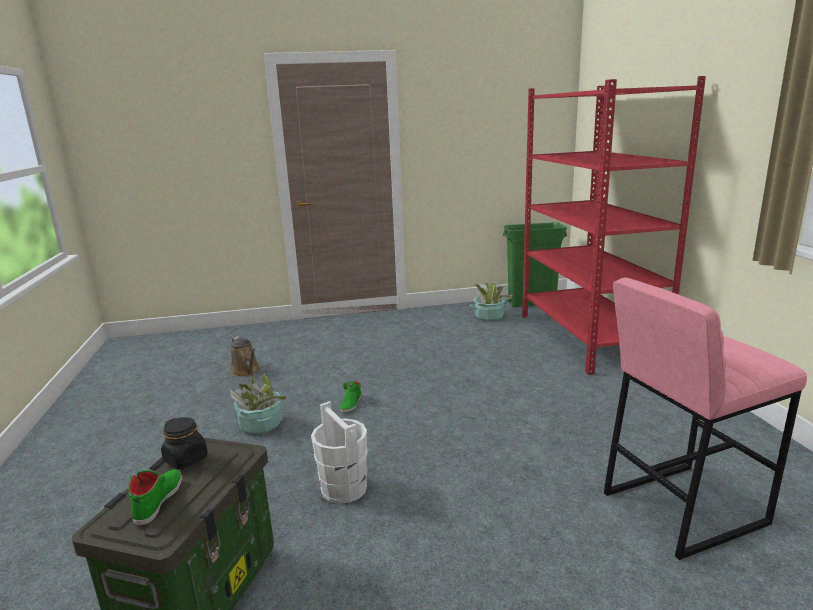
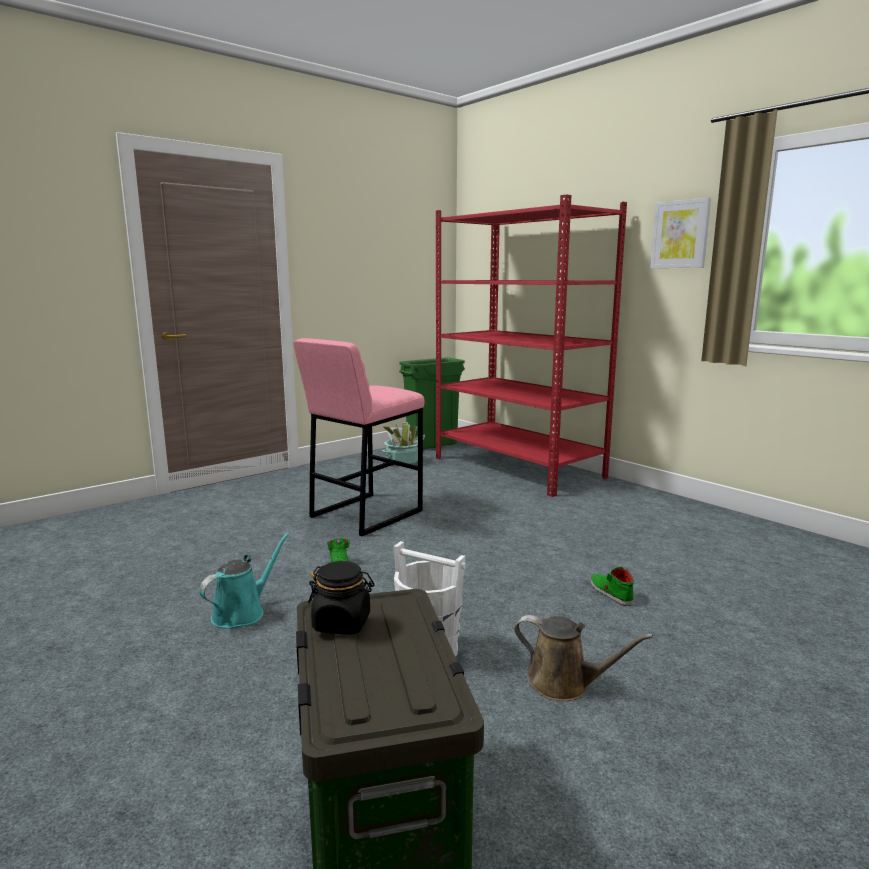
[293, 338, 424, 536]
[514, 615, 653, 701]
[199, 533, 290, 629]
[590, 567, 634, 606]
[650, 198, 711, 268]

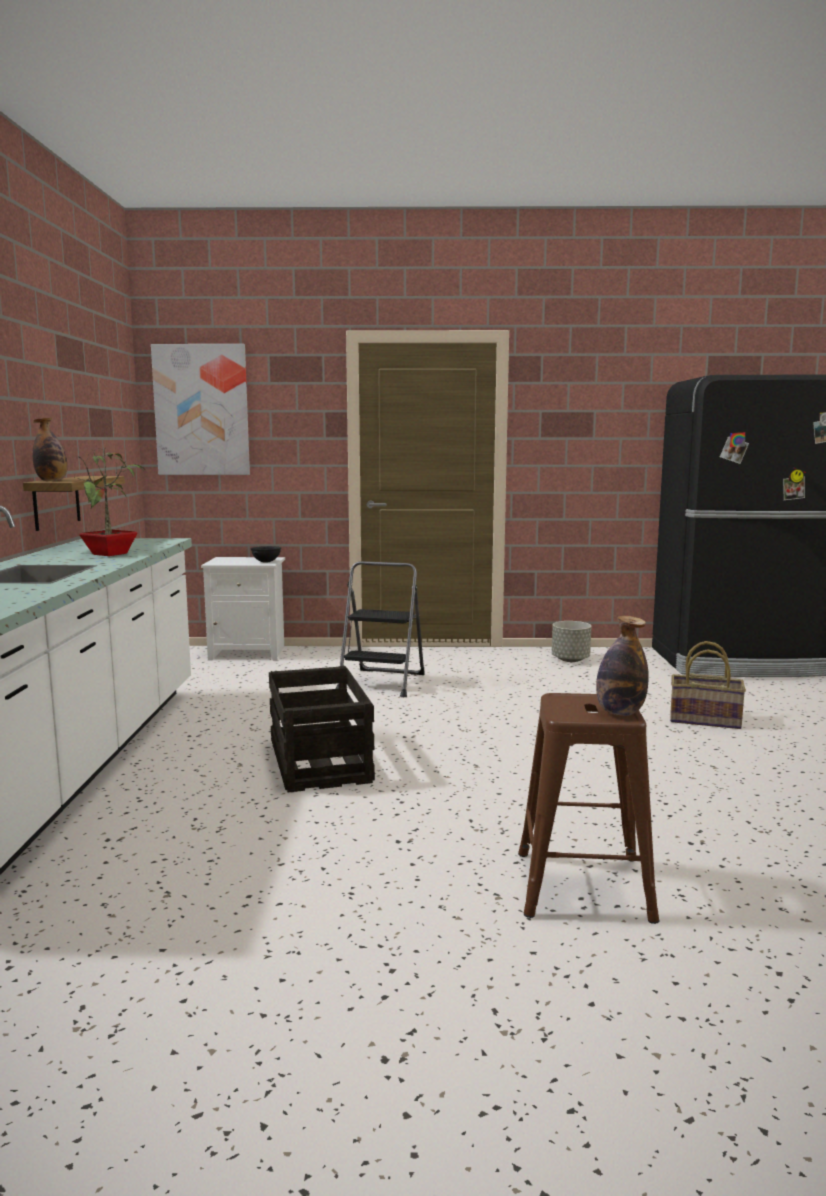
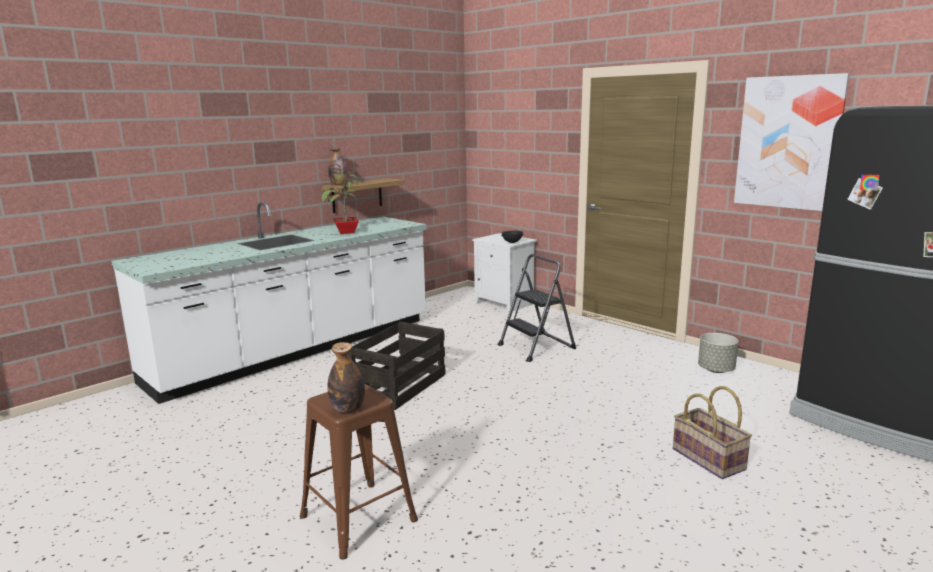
[734, 73, 849, 211]

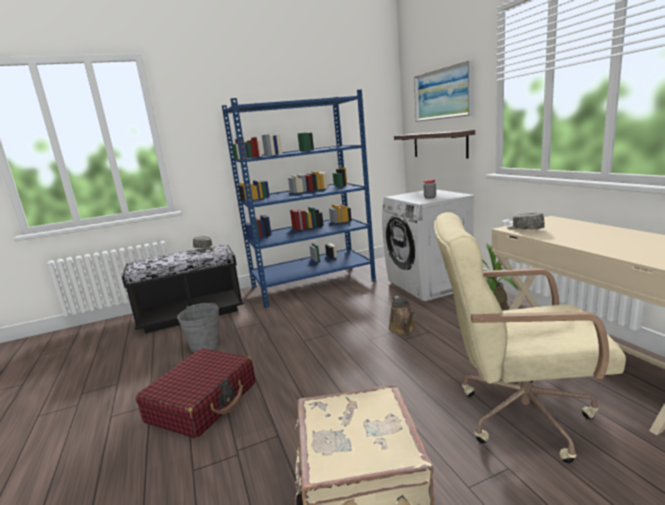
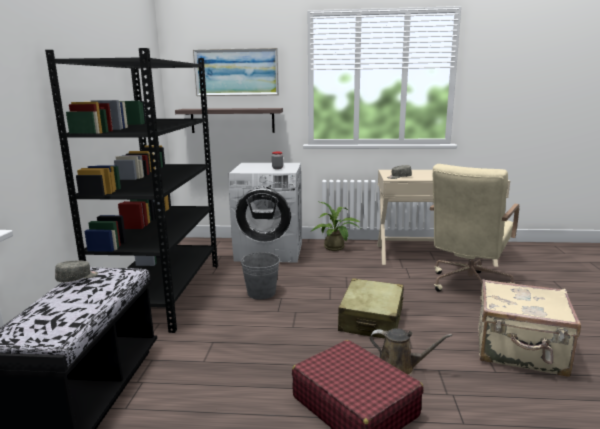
[45, 48, 218, 333]
[370, 328, 452, 375]
[241, 252, 280, 300]
[338, 278, 404, 339]

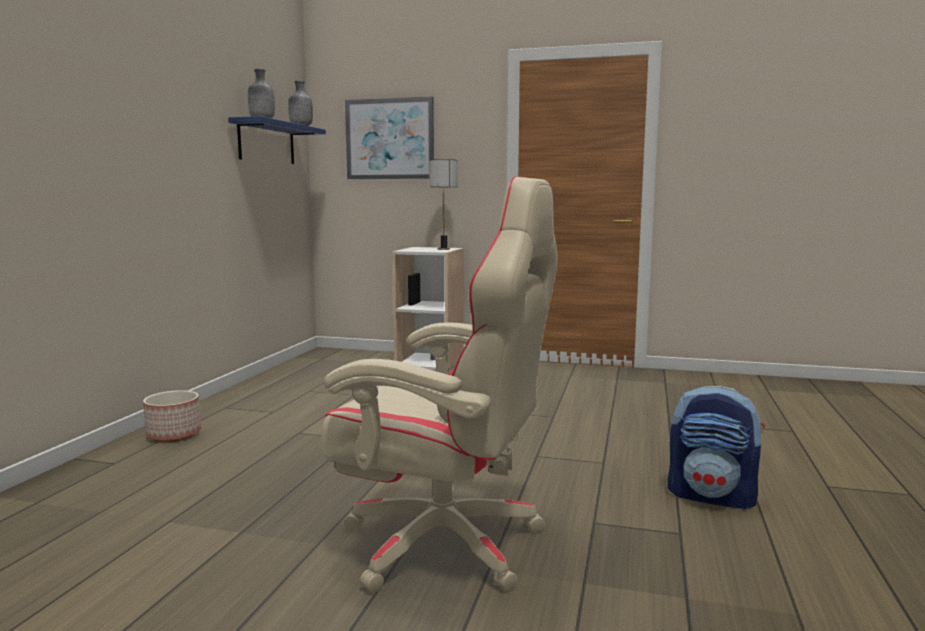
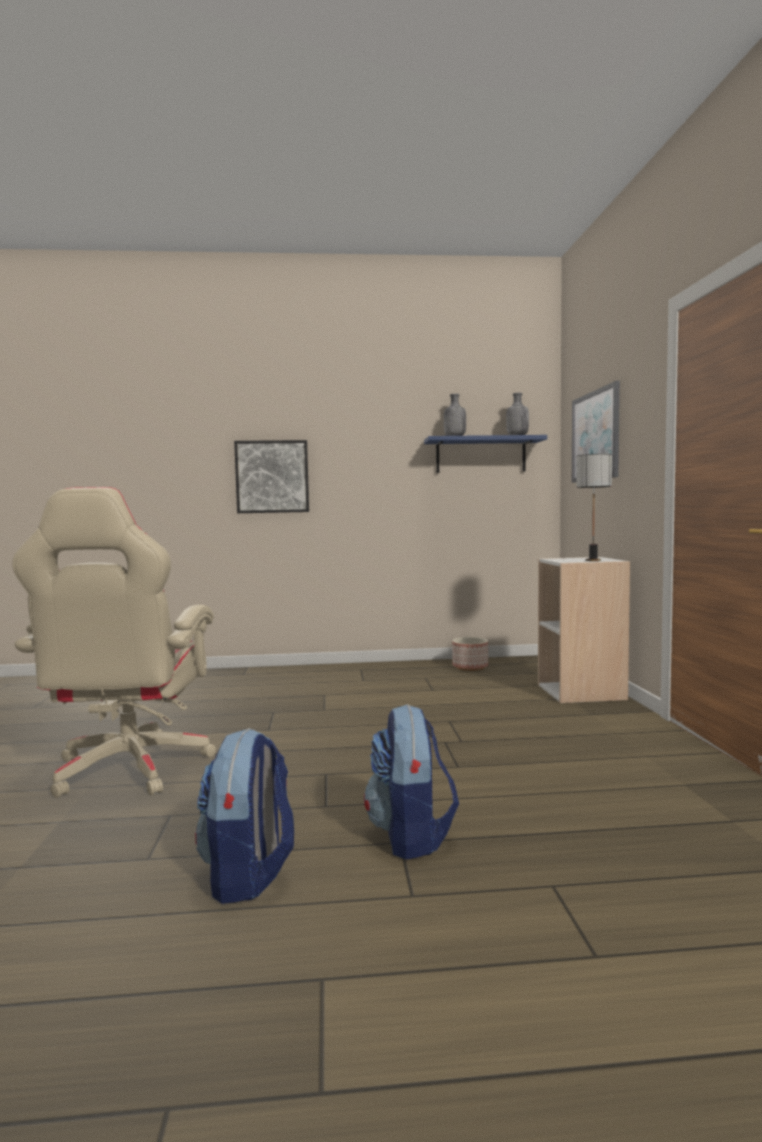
[452, 637, 488, 671]
[234, 440, 309, 513]
[364, 704, 459, 860]

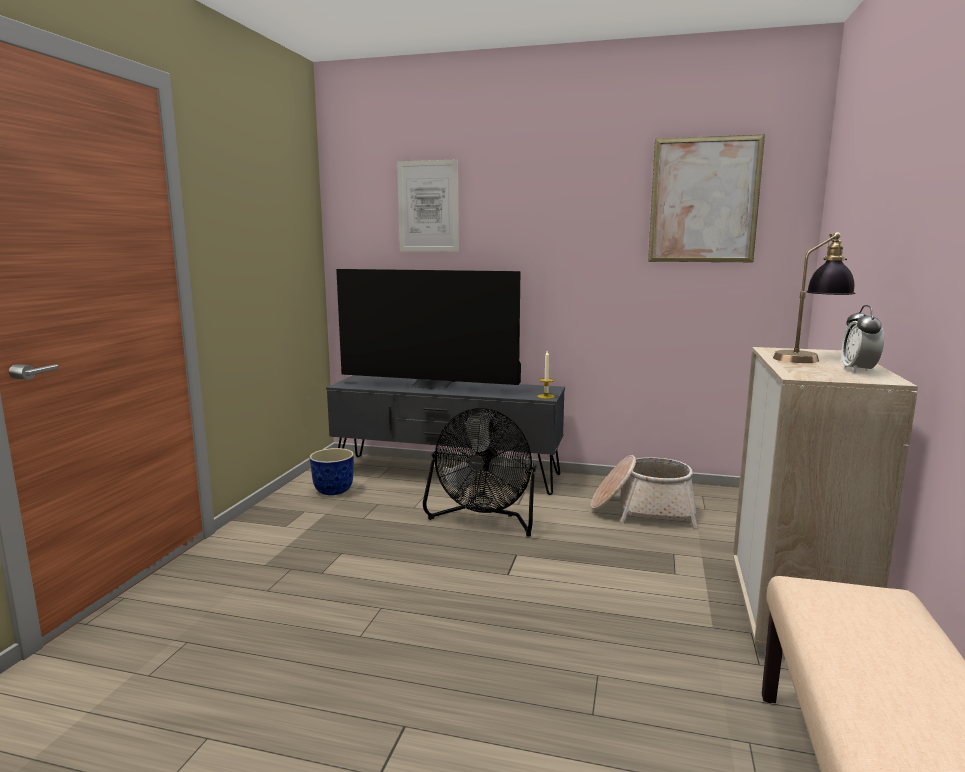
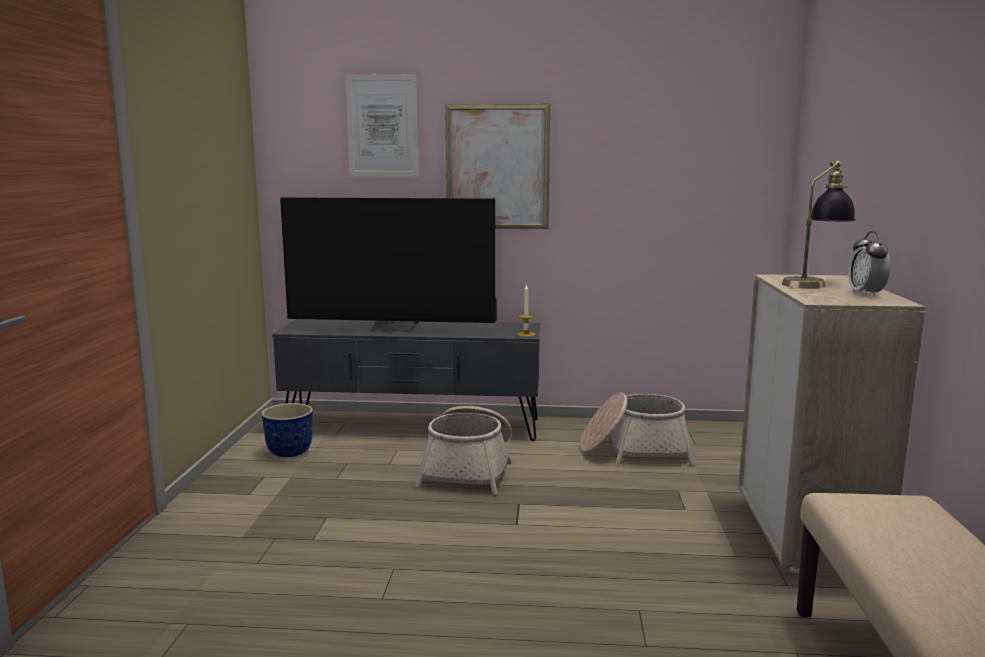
[445, 104, 550, 229]
[415, 406, 512, 494]

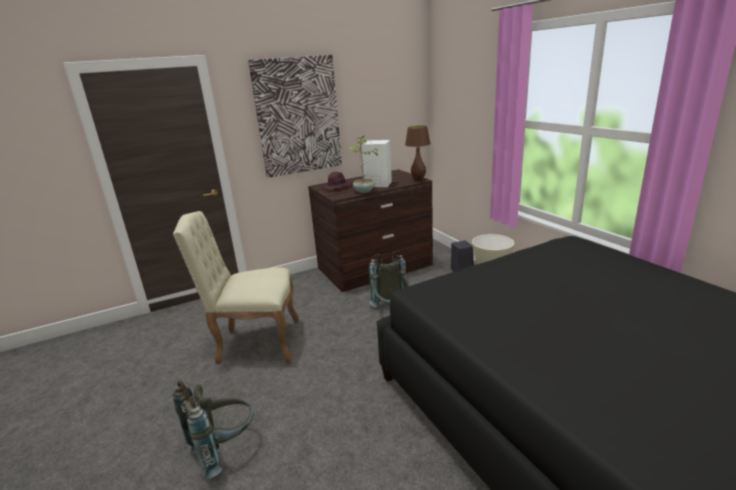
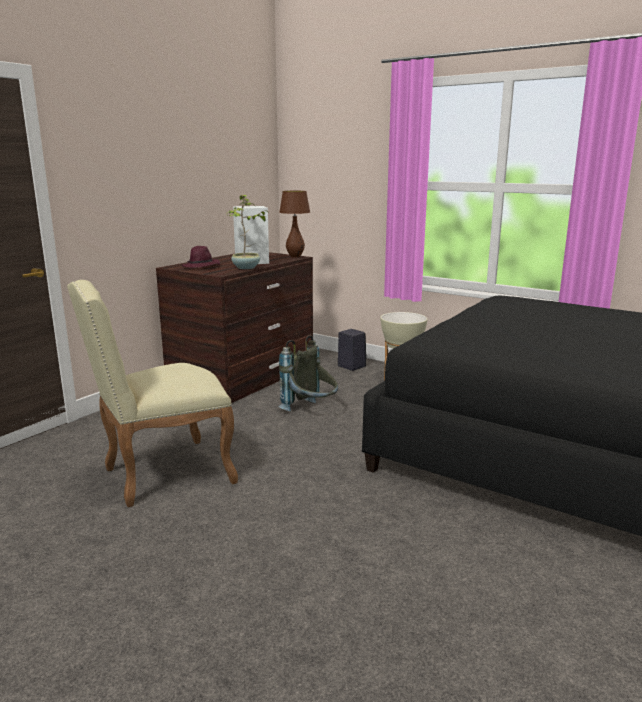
[248, 55, 342, 178] (first image)
[173, 381, 254, 479] (first image)

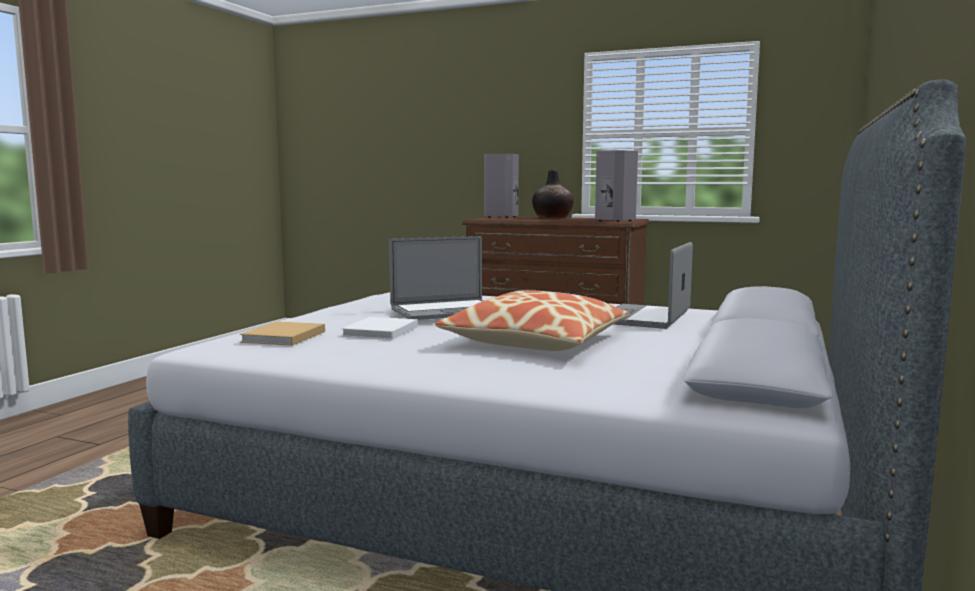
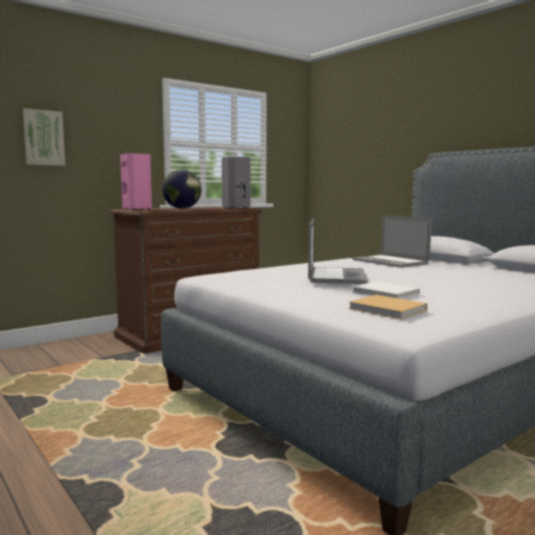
[120, 153, 152, 210]
[162, 169, 201, 209]
[435, 290, 629, 351] (first image)
[23, 108, 65, 166]

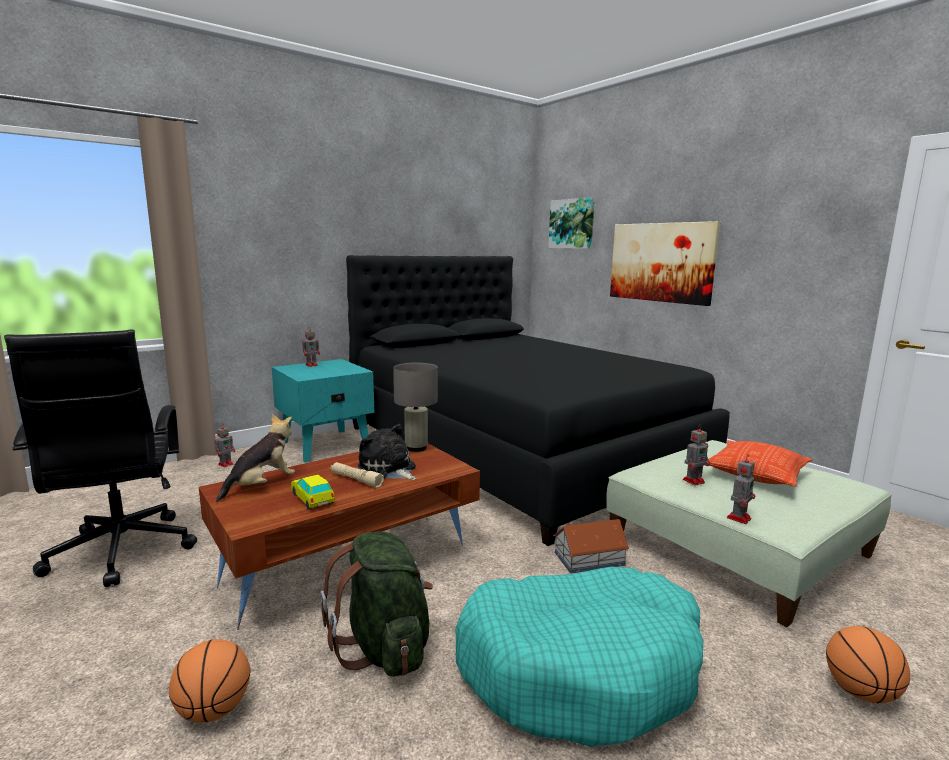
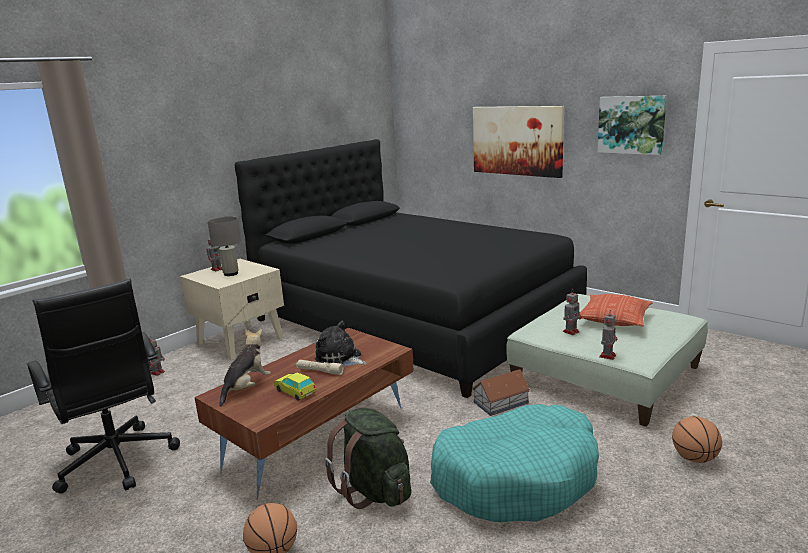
[597, 96, 667, 155]
[180, 259, 284, 360]
[208, 216, 241, 276]

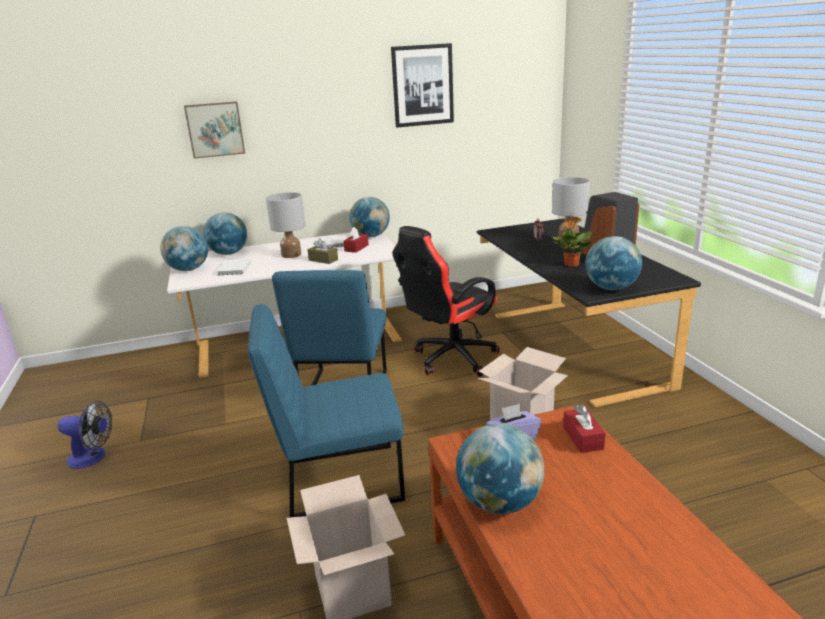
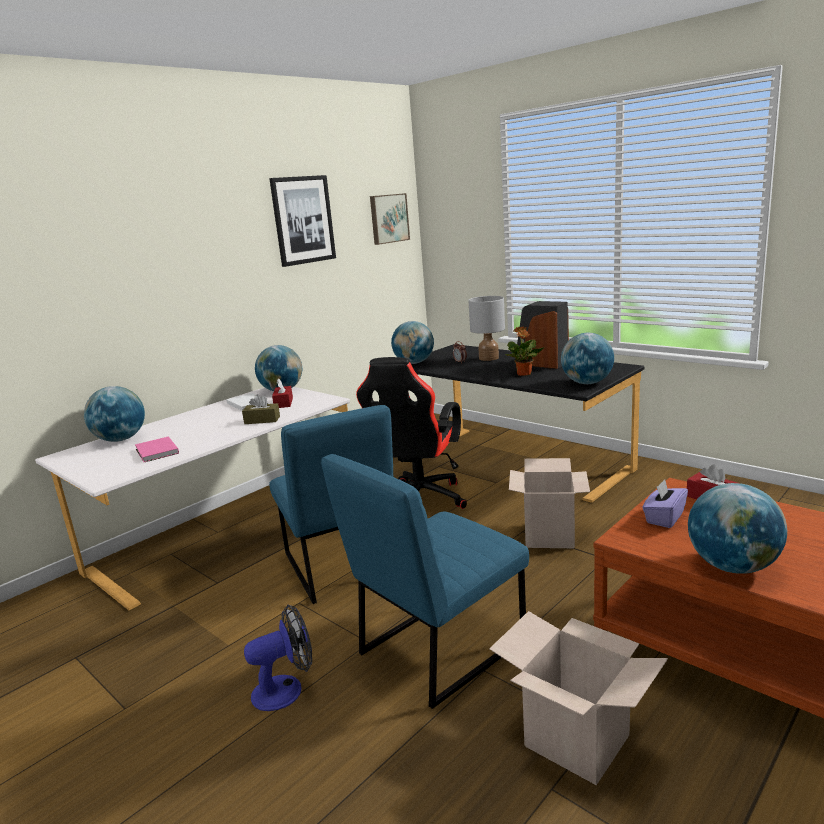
[370, 193, 410, 245]
[266, 192, 305, 258] (first image)
[391, 321, 434, 364]
[135, 436, 179, 462]
[244, 604, 312, 711]

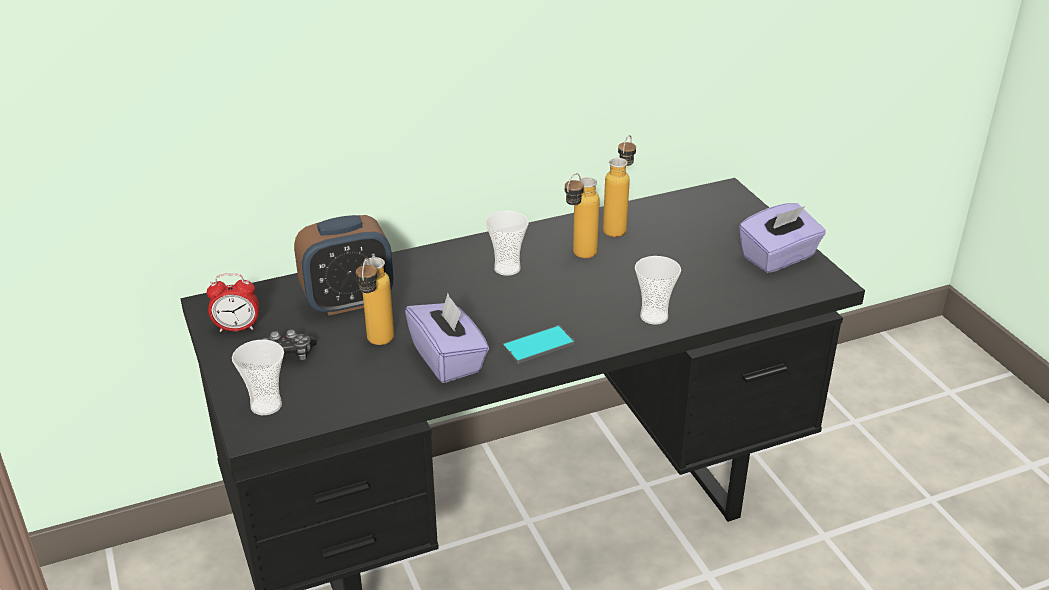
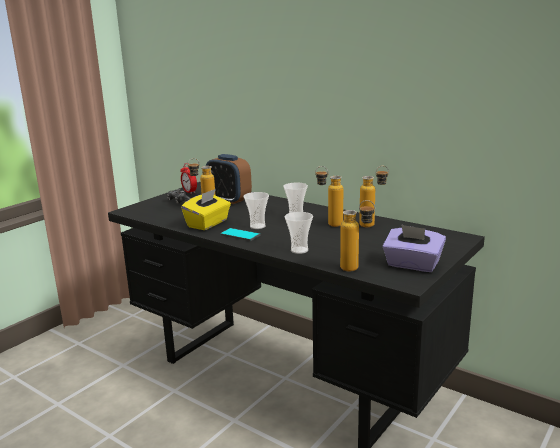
[181, 189, 231, 230]
[244, 192, 269, 229]
[340, 200, 375, 271]

